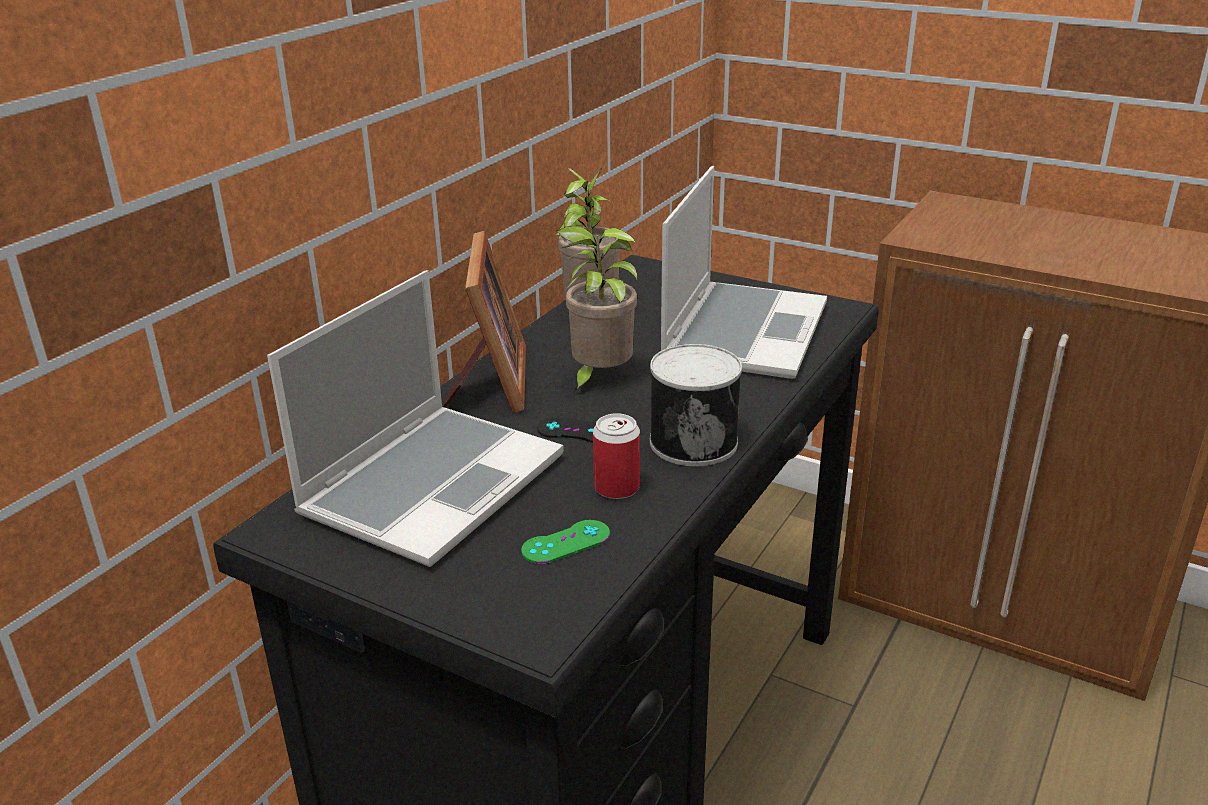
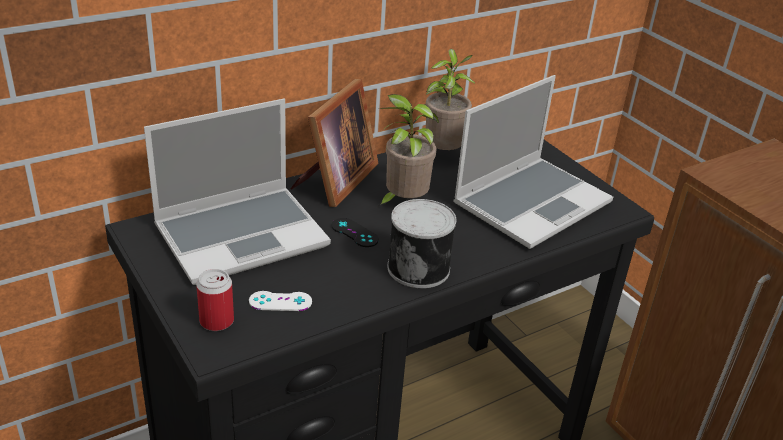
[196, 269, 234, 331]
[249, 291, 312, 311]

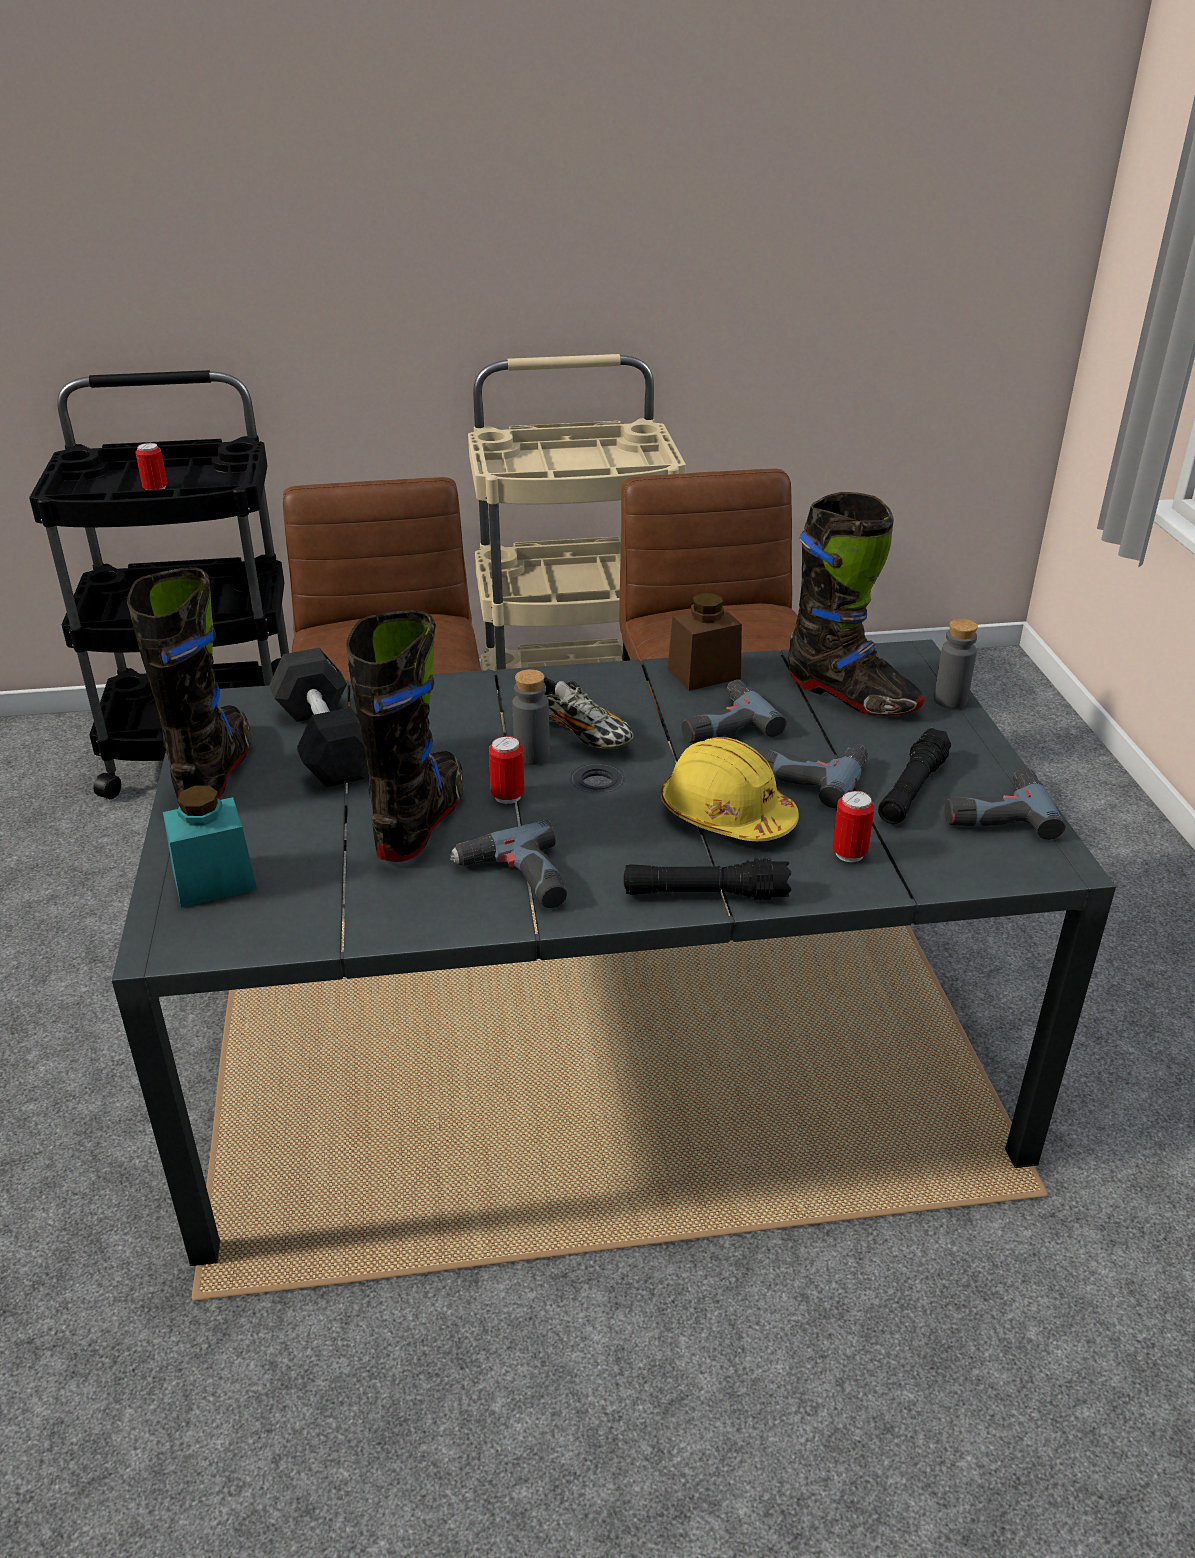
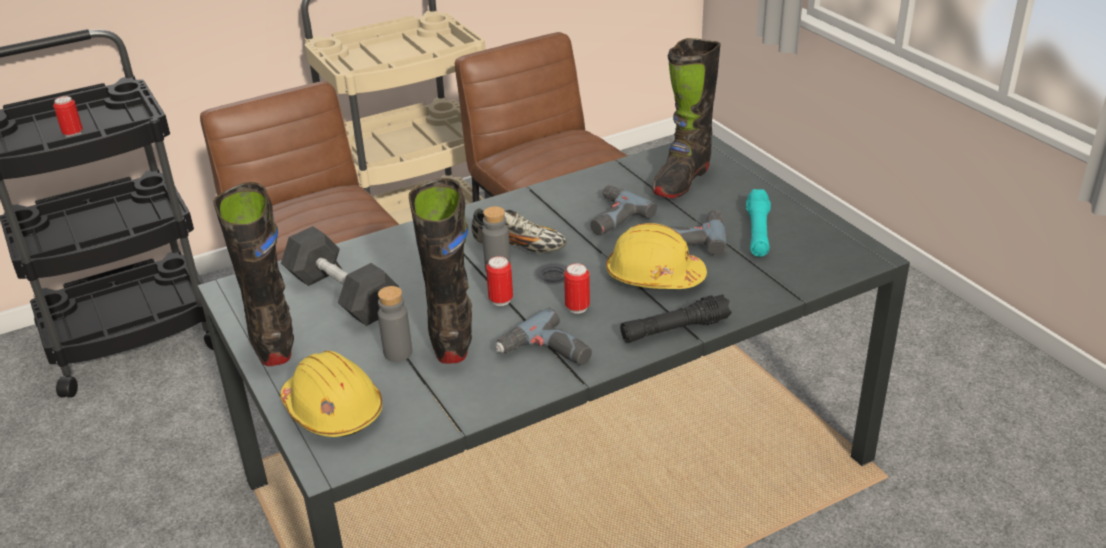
[652, 38, 721, 198]
[668, 593, 742, 691] (first image)
[378, 286, 412, 362]
[746, 189, 771, 257]
[944, 768, 1065, 840] (first image)
[280, 351, 382, 437]
[564, 263, 590, 314]

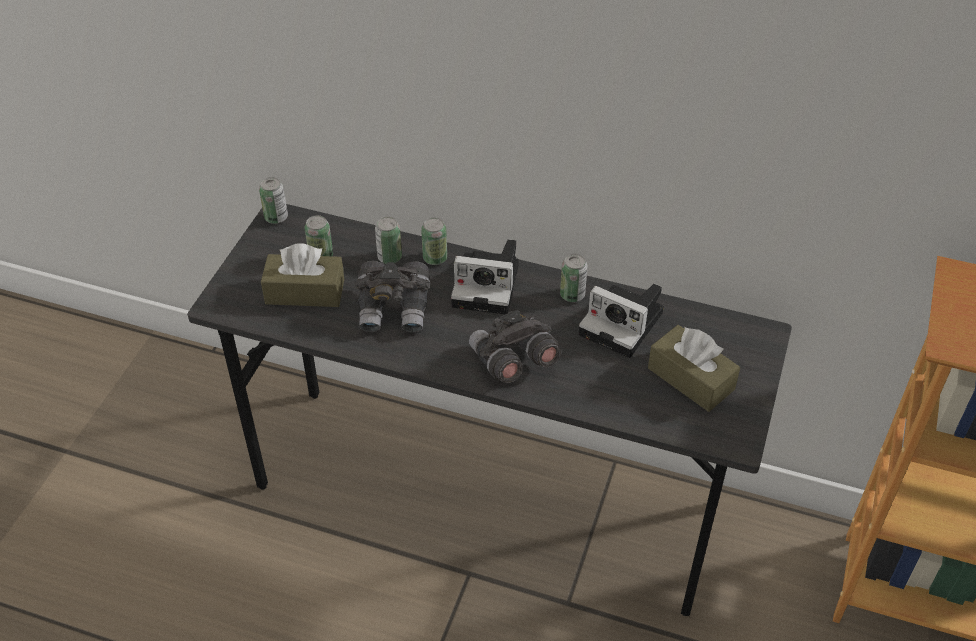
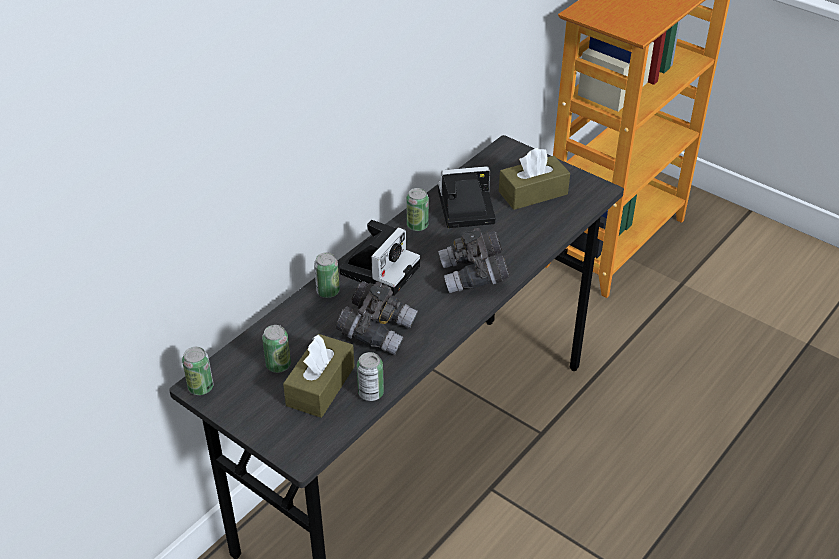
[357, 352, 384, 401]
[438, 166, 495, 228]

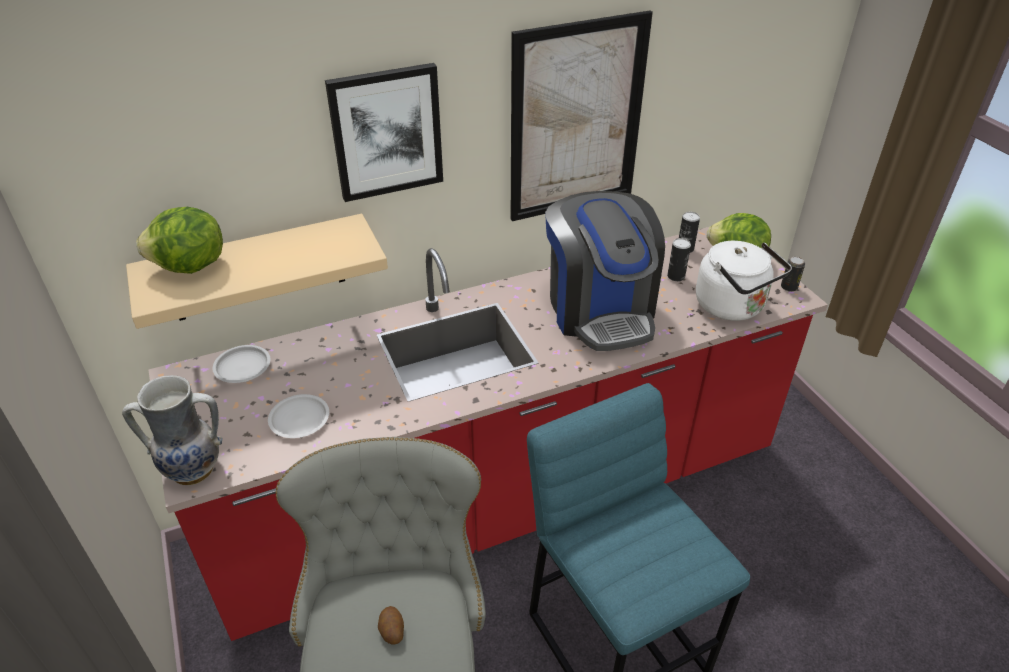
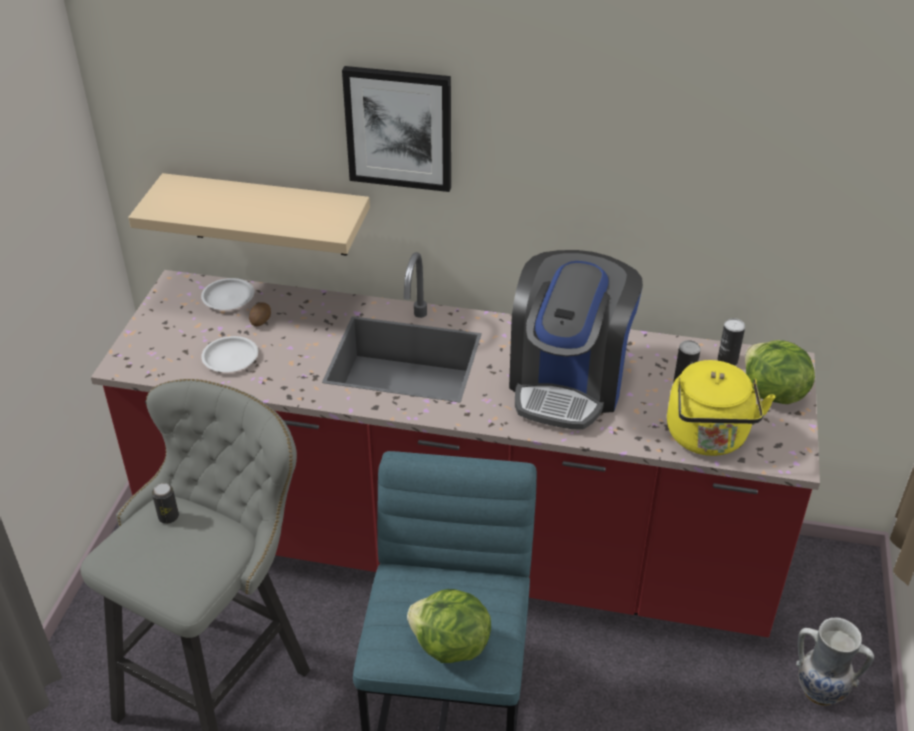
[511, 11, 653, 221] (first image)
[407, 589, 491, 663]
[667, 360, 775, 456]
[152, 483, 179, 524]
[796, 618, 874, 706]
[249, 302, 271, 326]

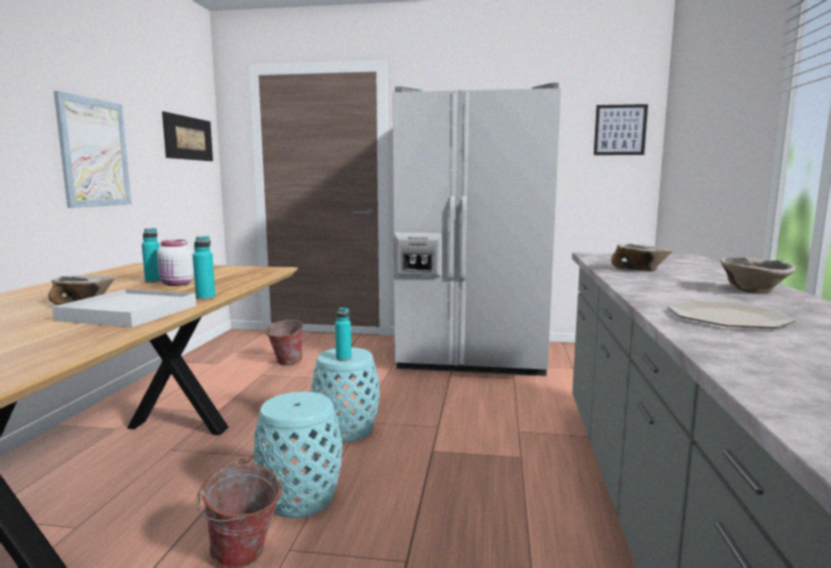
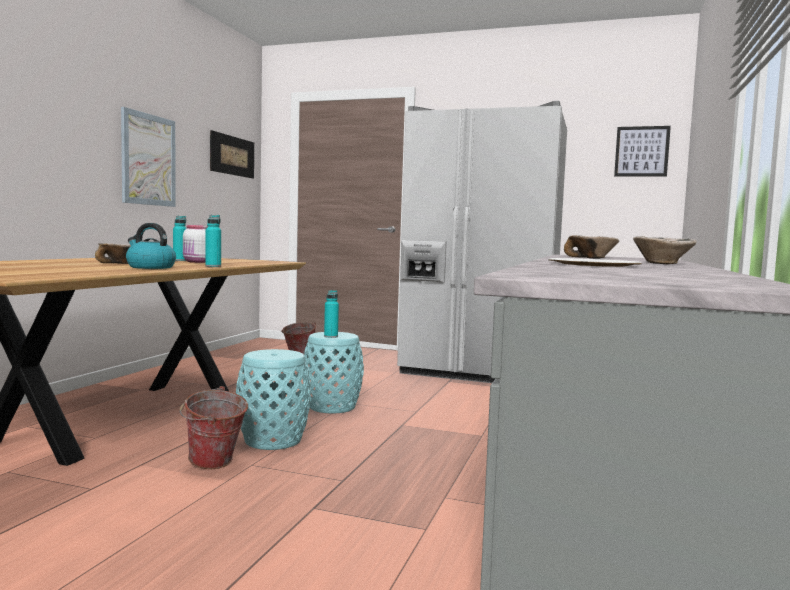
[126, 223, 176, 269]

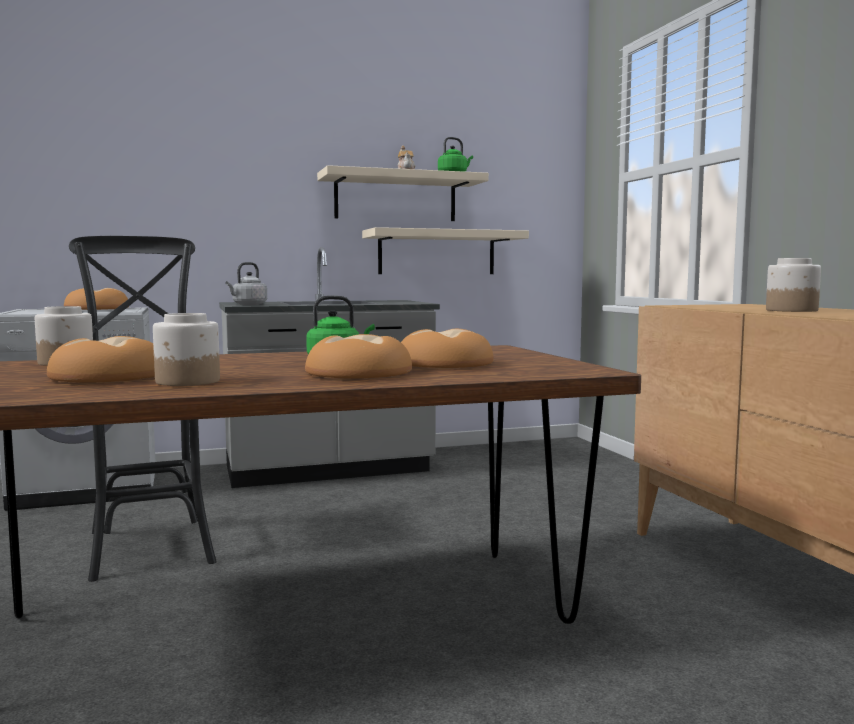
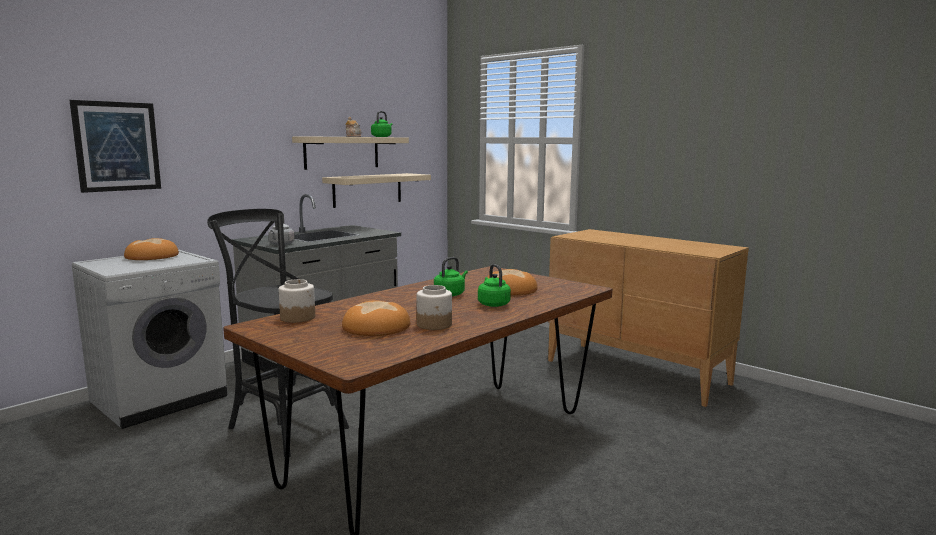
[766, 258, 821, 312] (first image)
[478, 264, 511, 307]
[69, 100, 161, 193]

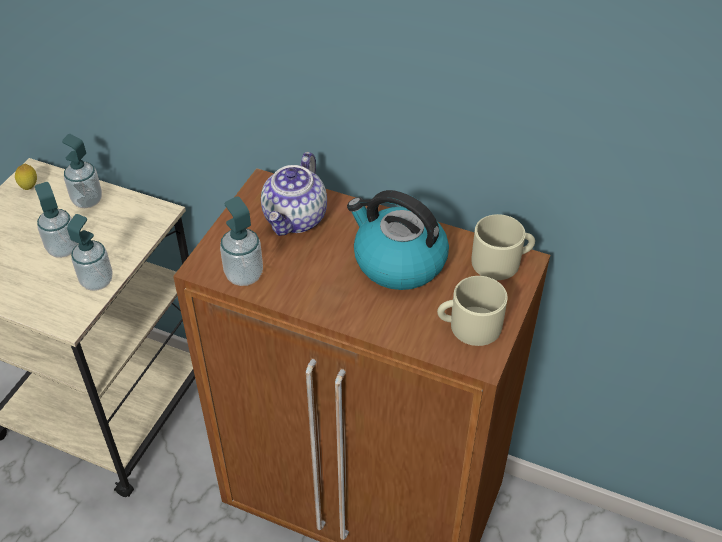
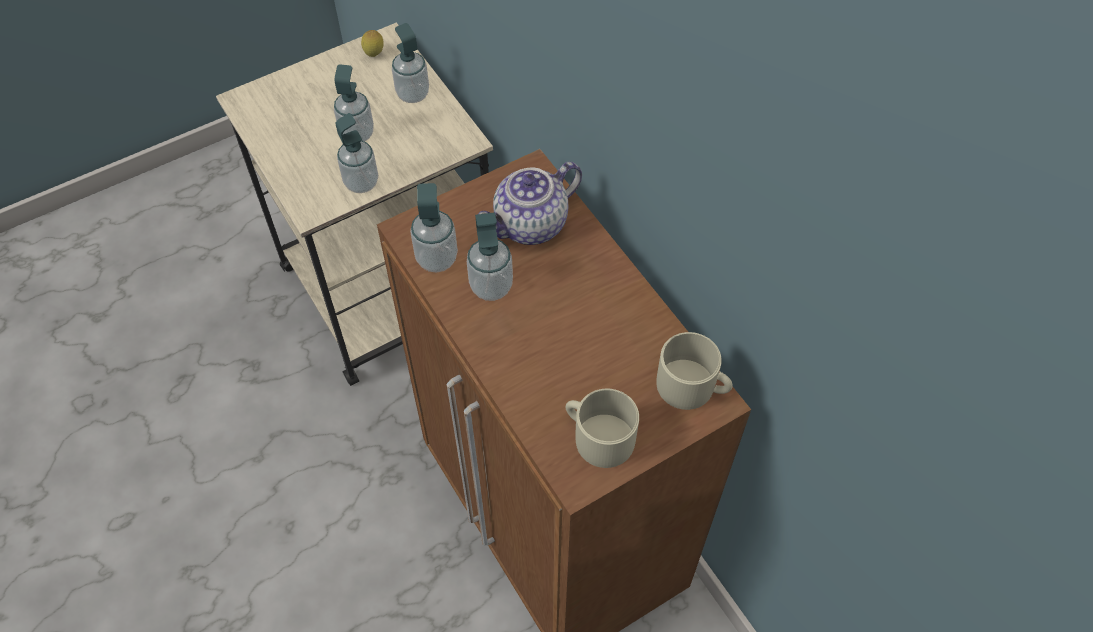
[347, 190, 449, 290] (first image)
[467, 212, 513, 301]

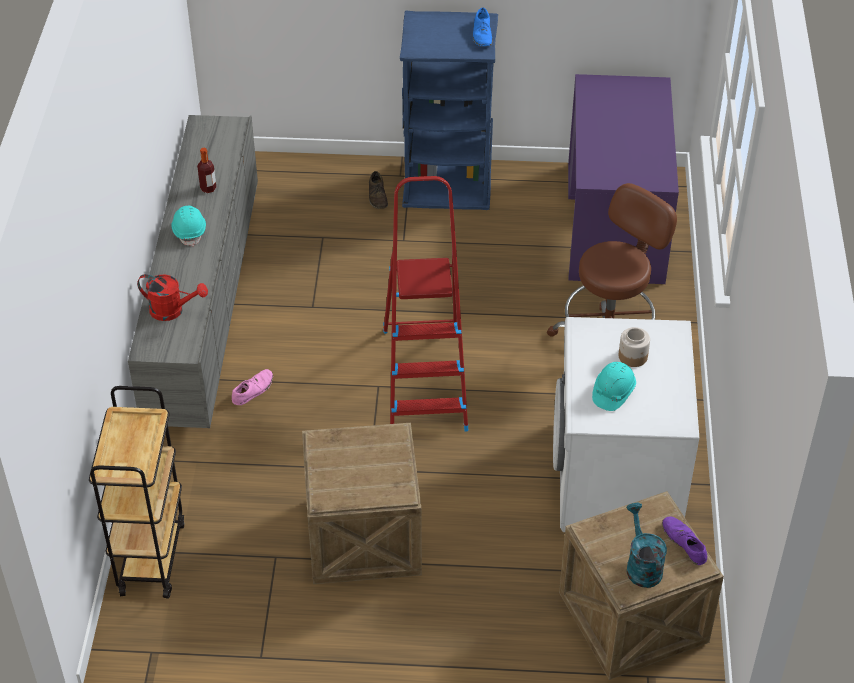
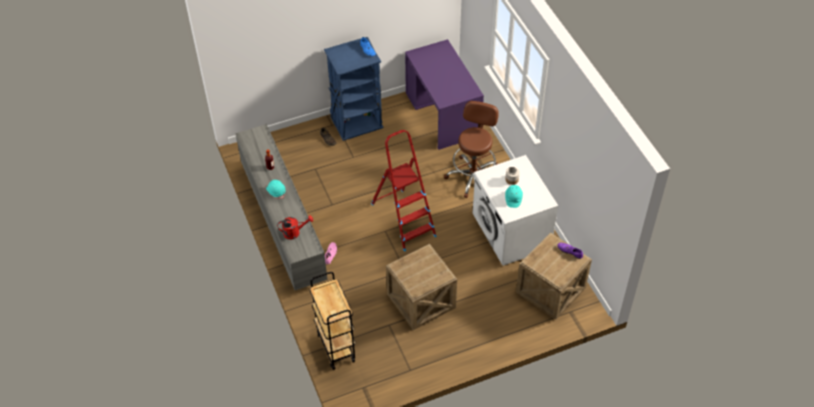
[626, 503, 667, 588] (first image)

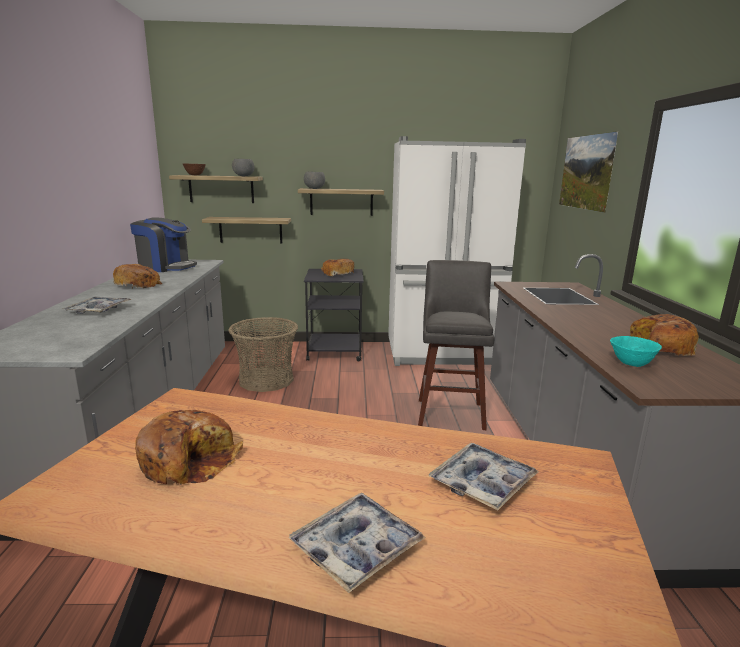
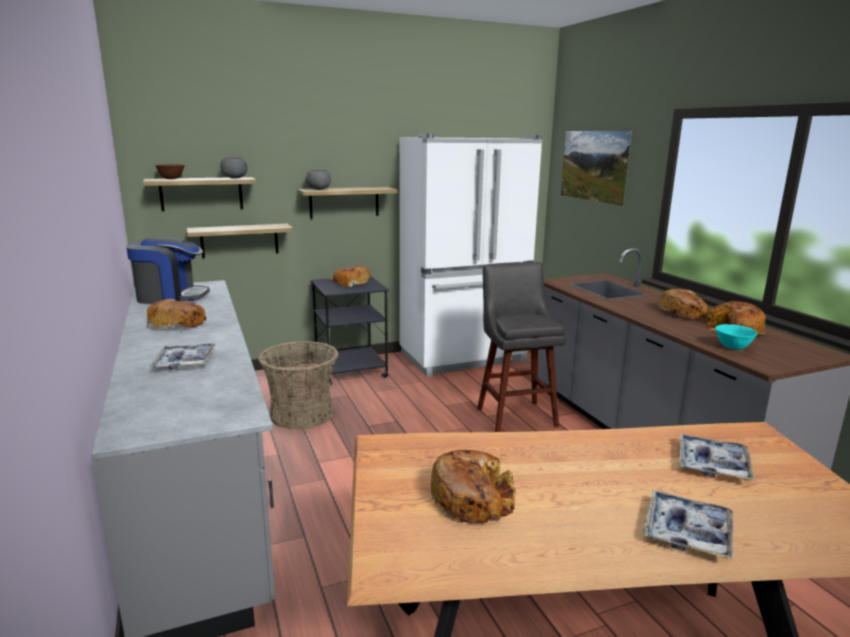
[659, 289, 708, 319]

